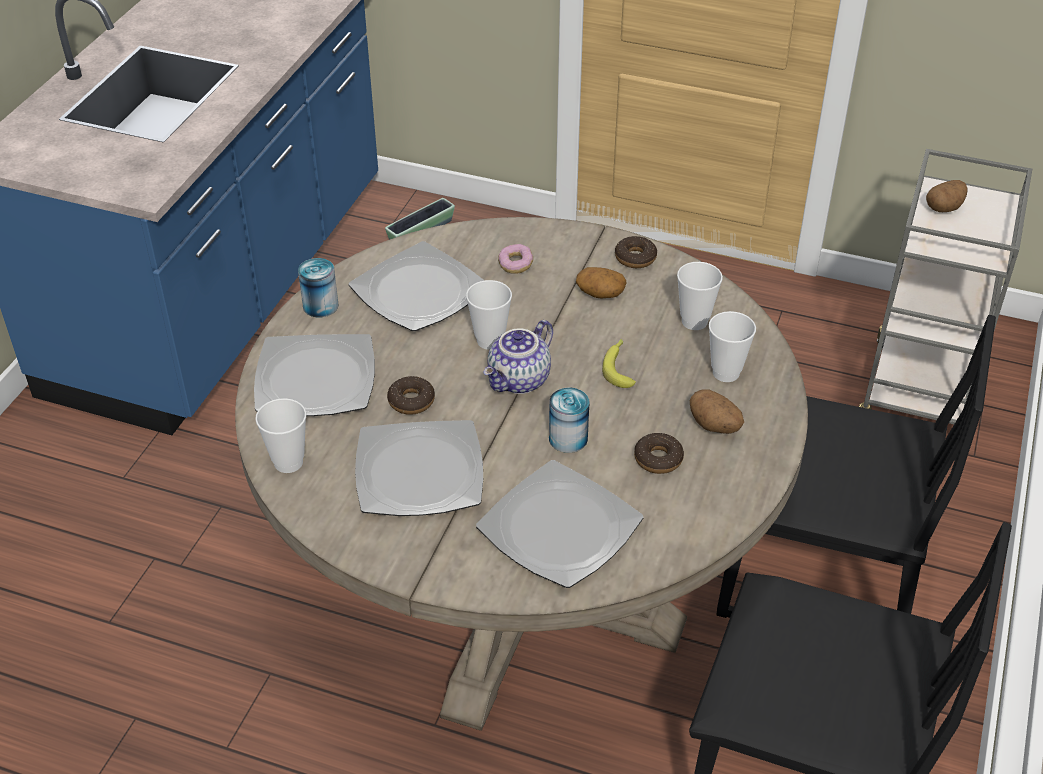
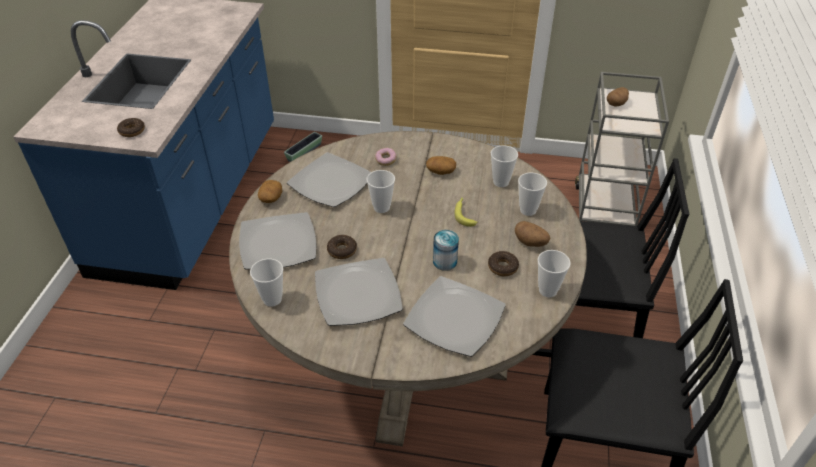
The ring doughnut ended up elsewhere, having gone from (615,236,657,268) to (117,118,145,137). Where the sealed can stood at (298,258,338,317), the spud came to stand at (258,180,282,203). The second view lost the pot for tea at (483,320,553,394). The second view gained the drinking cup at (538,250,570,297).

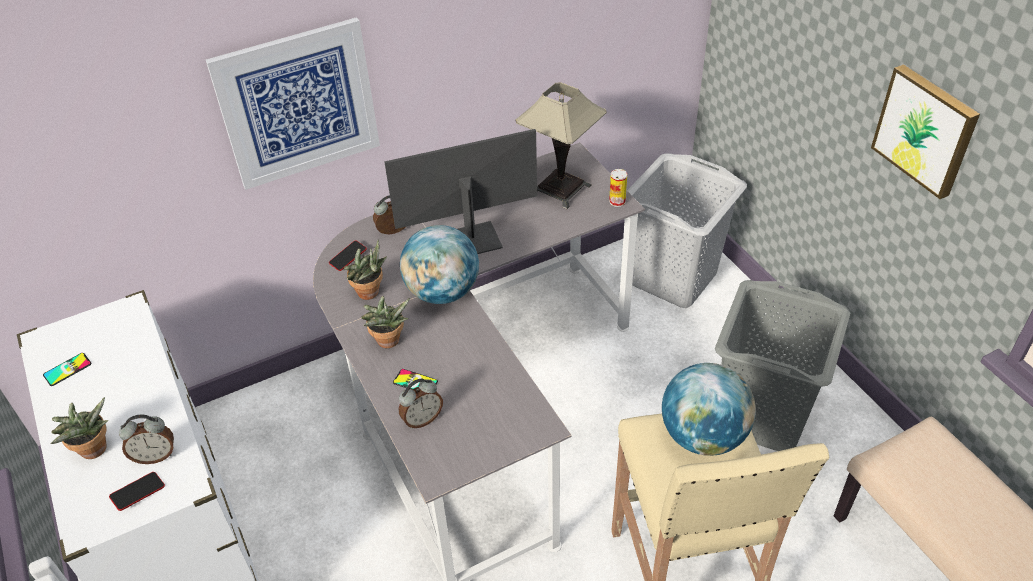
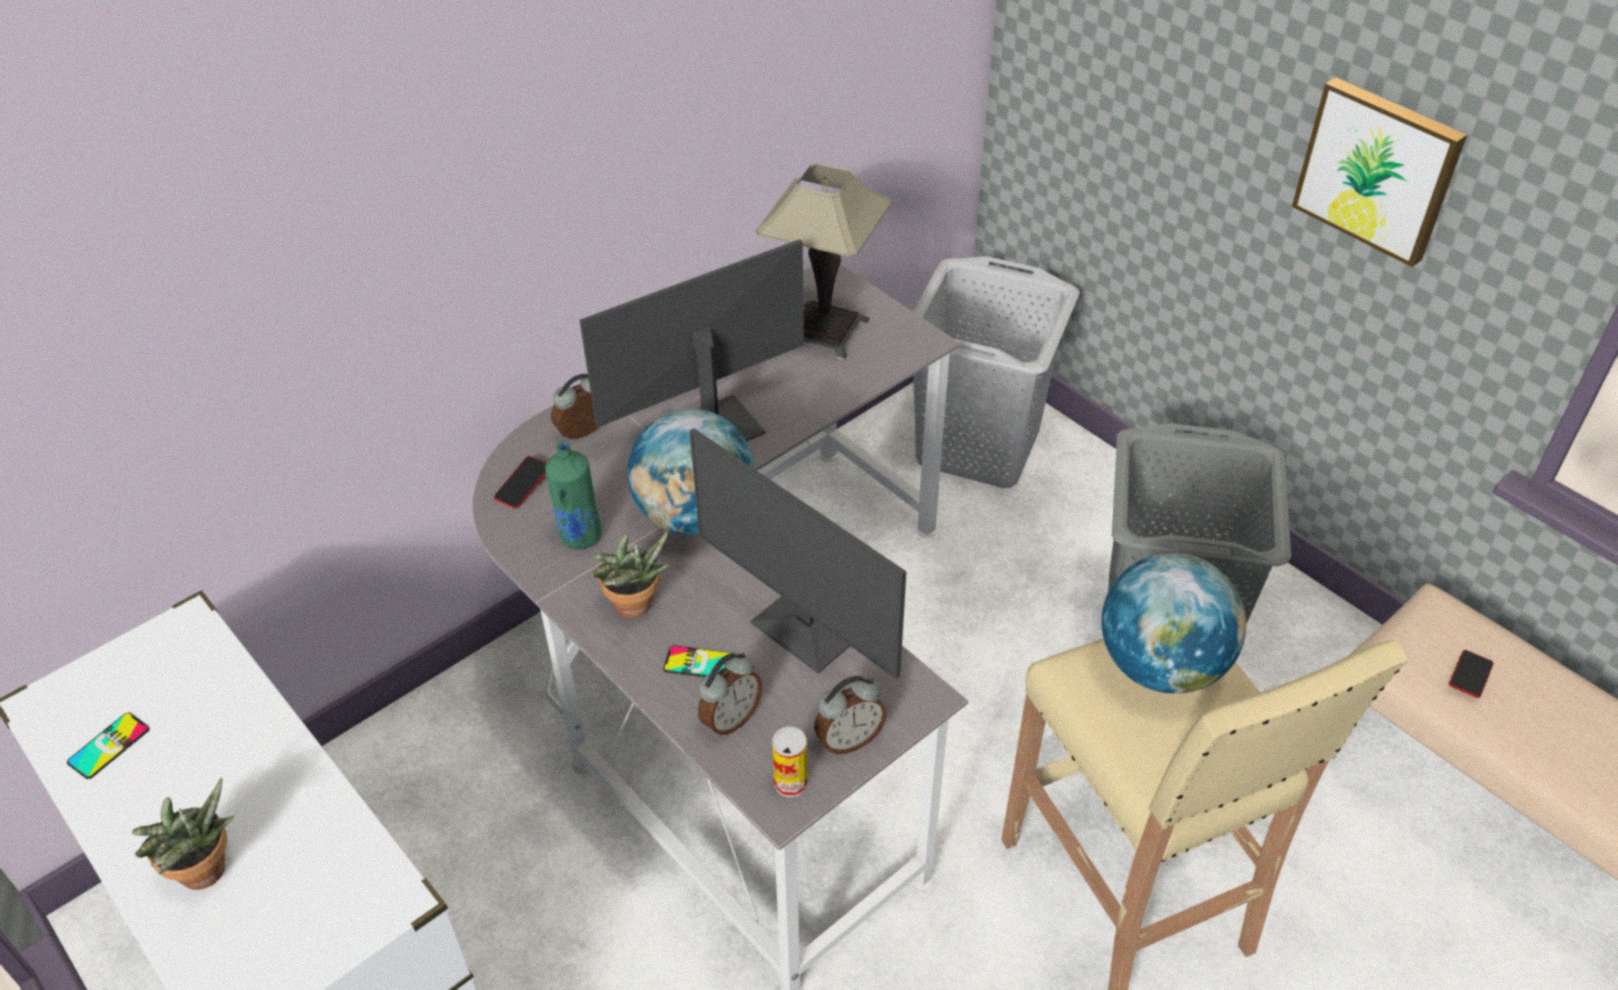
The second view lost the wall art at (206,17,380,190). The sealed can ended up elsewhere, having gone from (609,169,627,207) to (772,727,807,797). Where the houseplant stood at (344,239,387,300), the beverage bottle in green came to stand at (545,442,602,550). The alarm clock ended up elsewhere, having gone from (119,415,174,464) to (814,676,887,754). The phone ended up elsewhere, having gone from (109,472,165,511) to (1449,650,1494,698). The second view gained the computer screen at (690,428,906,679).

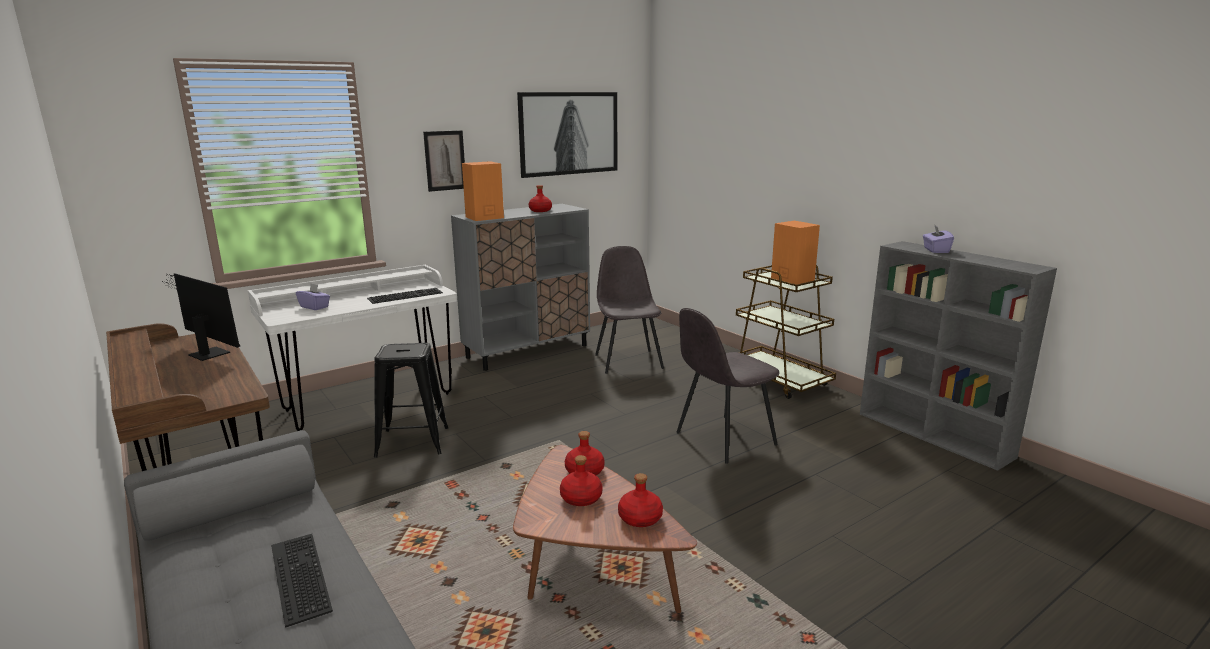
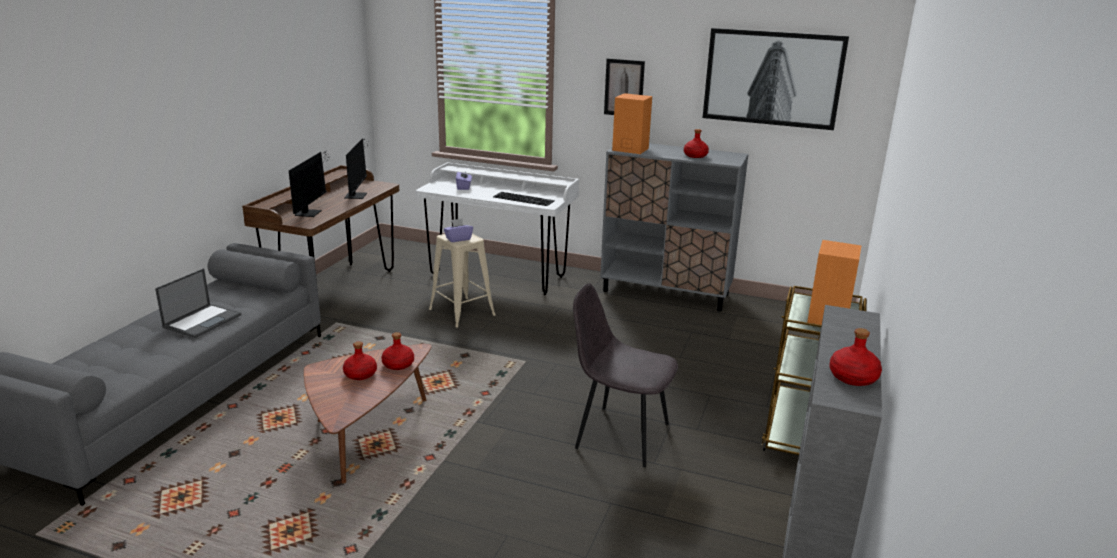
The tissue holder in purple ended up elsewhere, having gone from (923,225,954,253) to (444,218,473,242). The second view lost the plain chair in gray at (595,246,664,374). What was the stool seat in black-coloured at (374,343,448,458) turned into the stool seat in sand-coloured at (429,234,496,327). The beverage bottle in red ended up elsewhere, having gone from (618,473,663,527) to (829,328,882,386). Where the computer keyboard stood at (271,534,333,628), the notebook computer came to stand at (155,268,242,338). The second view gained the computer screen at (289,151,329,217).

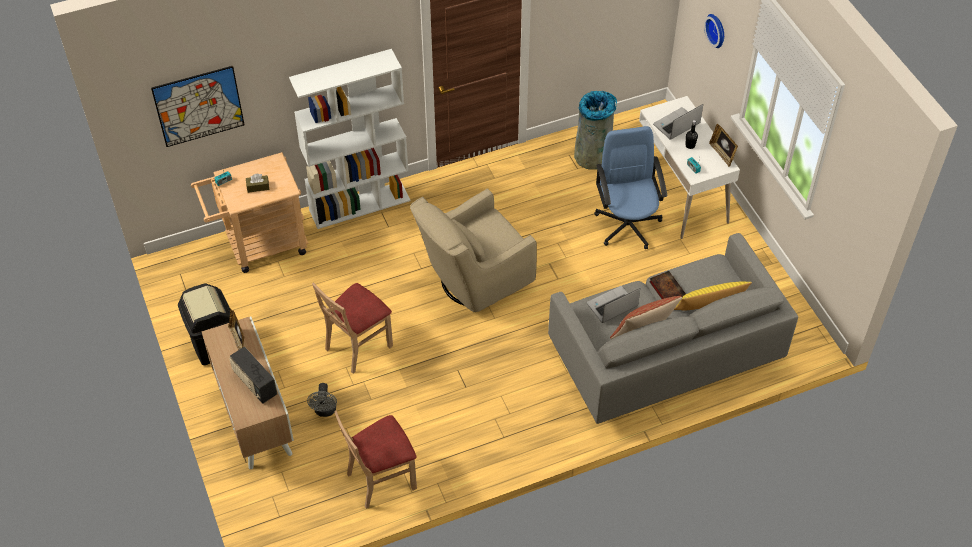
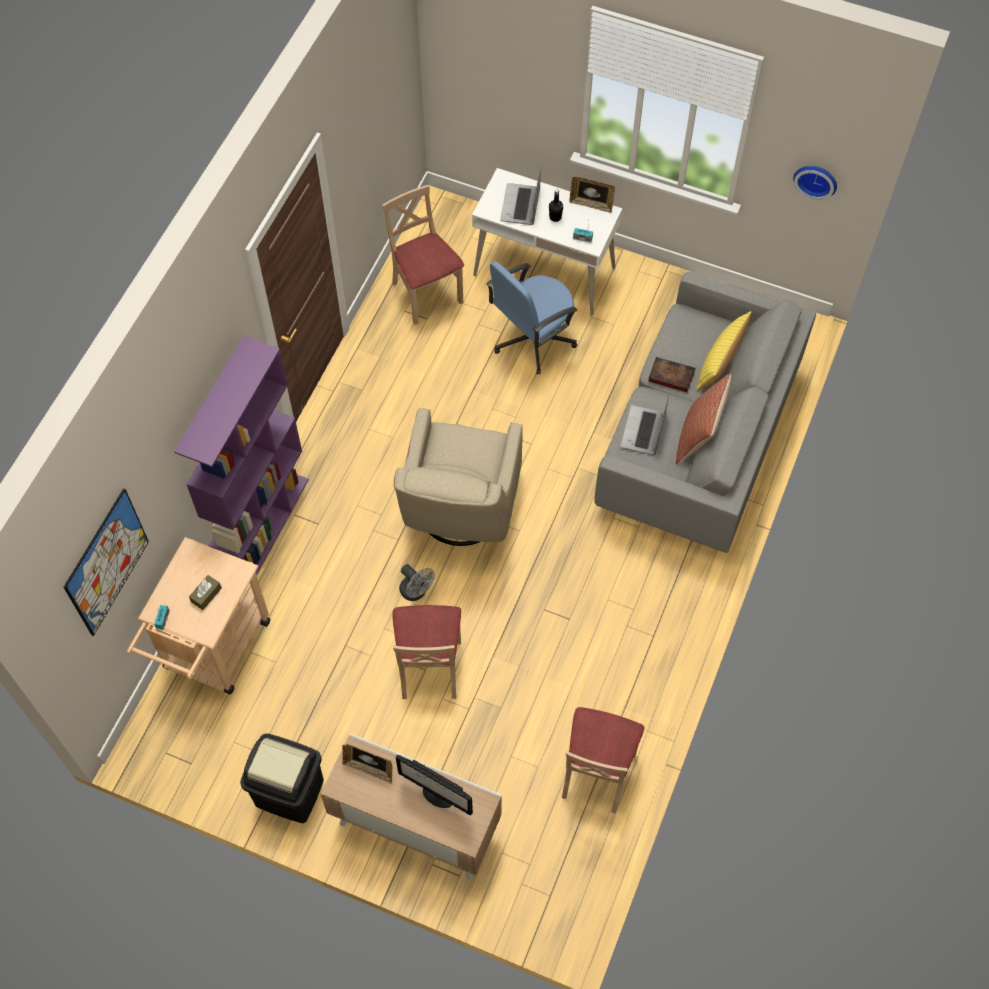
The wall clock ended up elsewhere, having gone from (704,14,724,48) to (793,166,837,200). What was the bookshelf in white-coloured at (289,49,410,229) turned into the bookshelf in purple at (174,336,309,575). Where the trash can in gray stood at (574,91,617,170), the plain chair in sand-coloured came to stand at (382,185,464,325). The computer chair in blue-coloured at (594,126,667,249) ended up facing another way, 75 degrees counterclockwise from before. Where the radio stood at (229,346,277,404), the computer screen came to stand at (396,755,473,816). The cooling fan in gray ended up elsewhere, having gone from (307,383,337,417) to (399,564,435,601).

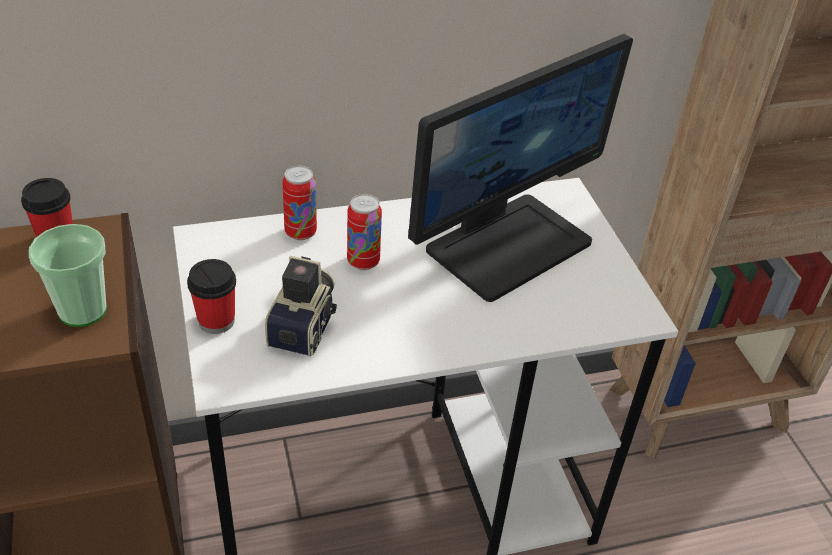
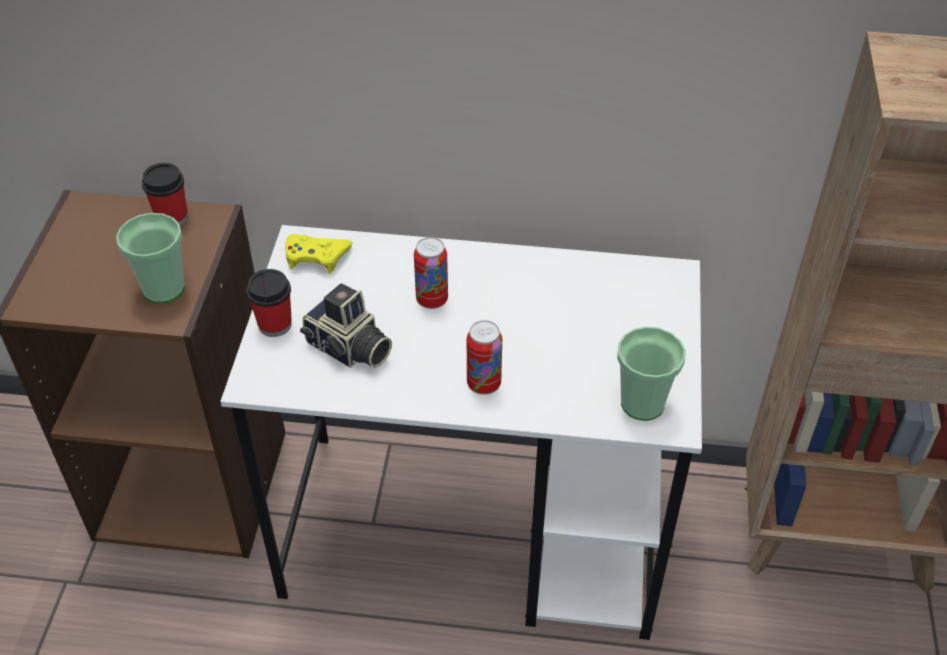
The second view lost the computer screen at (408,34,633,302). The sealed can ended up elsewhere, having gone from (282,165,317,240) to (467,320,502,395). The photo camera at (265,256,337,357) ended up facing another way, 90 degrees clockwise from before. The second view gained the game controller in yellowish at (285,234,352,274). The second view gained the drinking cup at (617,326,686,421).

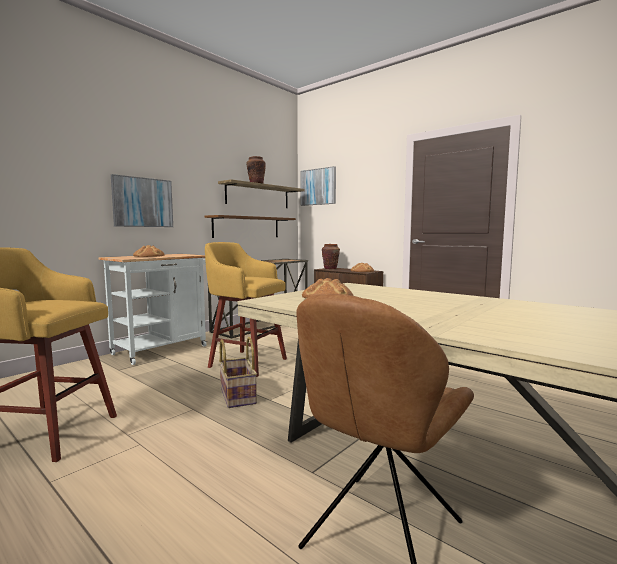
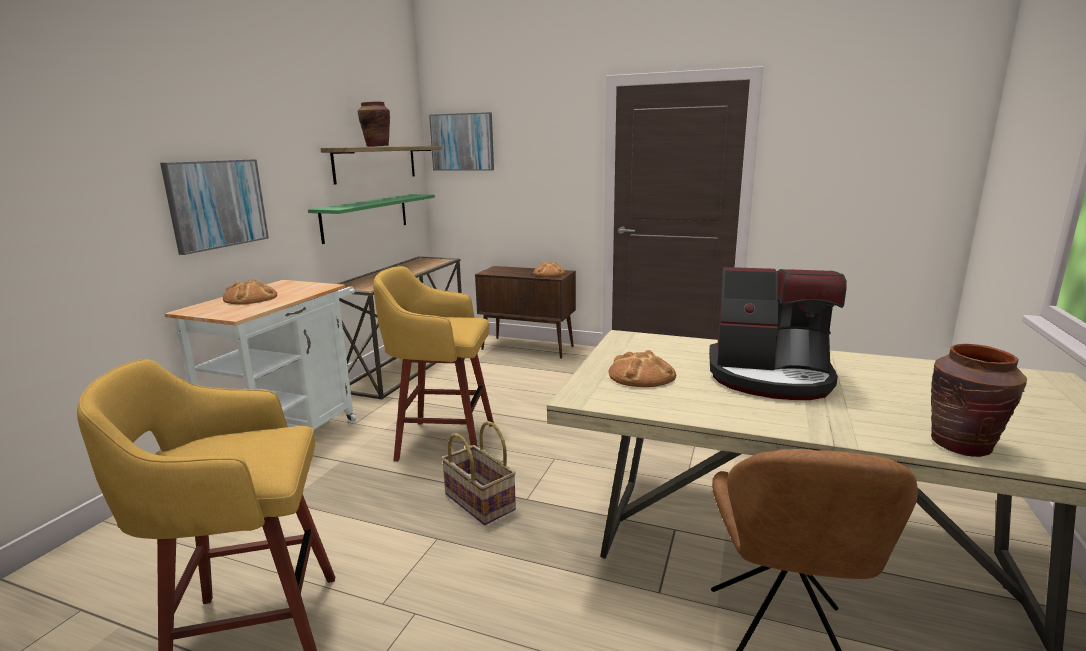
What was the bracket shelf in brown at (204,215,296,238) turned into the bracket shelf in green at (308,194,435,244). The vase in brown ended up elsewhere, having gone from (322,244,340,269) to (931,344,1027,457). The second view gained the coffee brewer at (709,267,847,400).

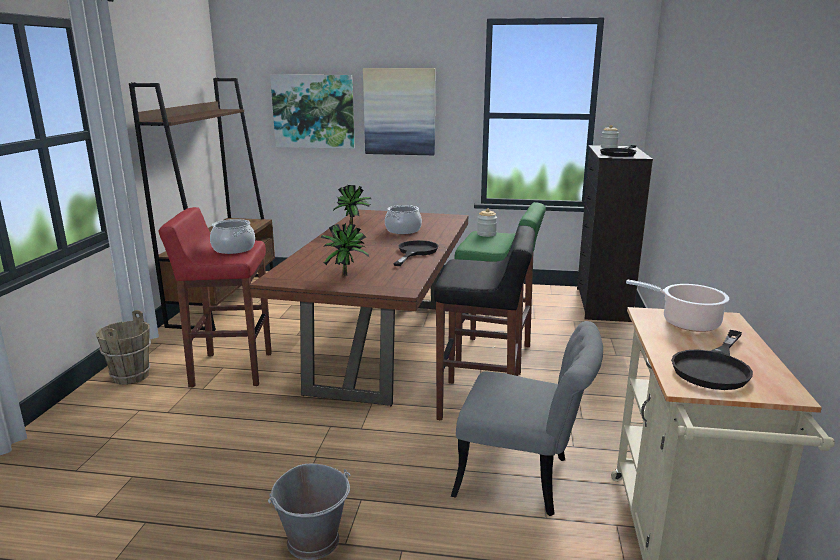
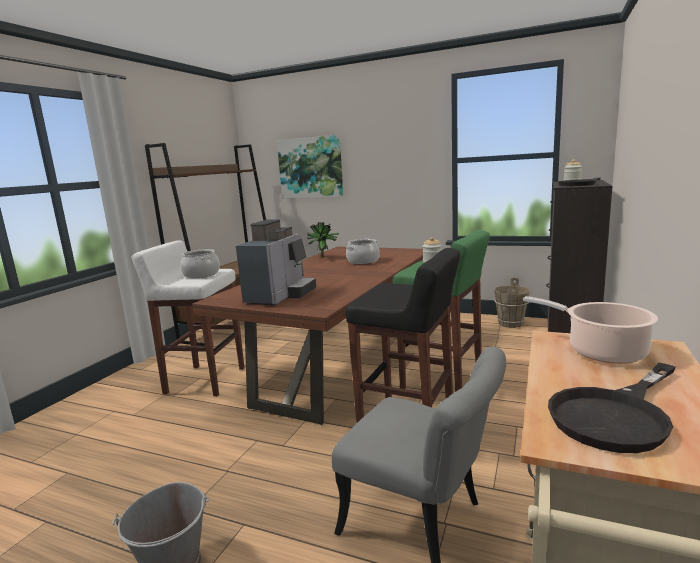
The second view lost the wall art at (363,68,435,155). What was the stool seat in red at (159,207,272,388) turned into the stool seat in white-coloured at (131,240,245,397). Where the houseplant stood at (320,223,369,276), the coffee brewer came to stand at (236,219,316,305). The second view lost the frying pan in black-coloured at (393,240,439,266). The water bucket in brown ended up elsewhere, having gone from (95,310,151,385) to (494,278,530,328).

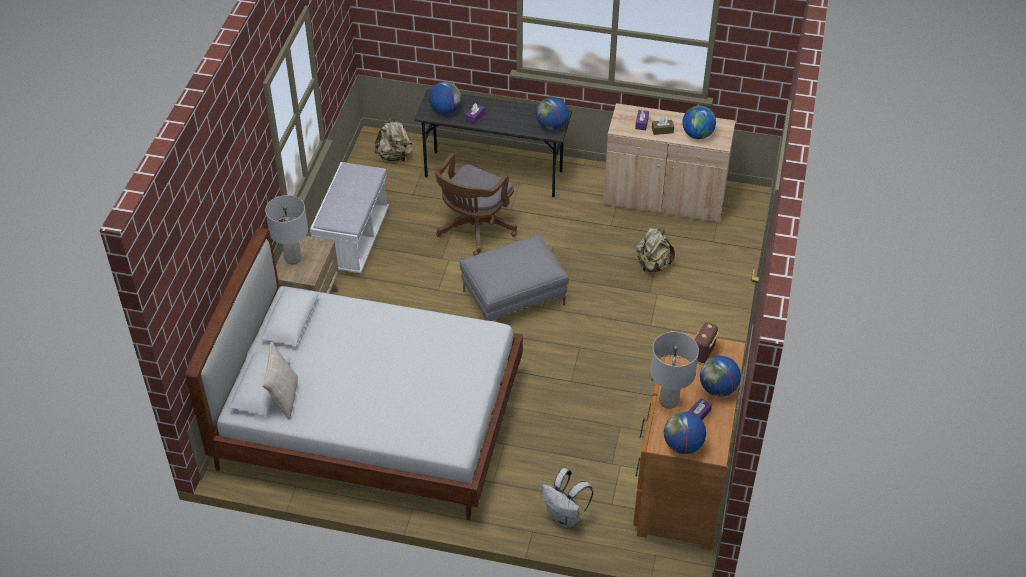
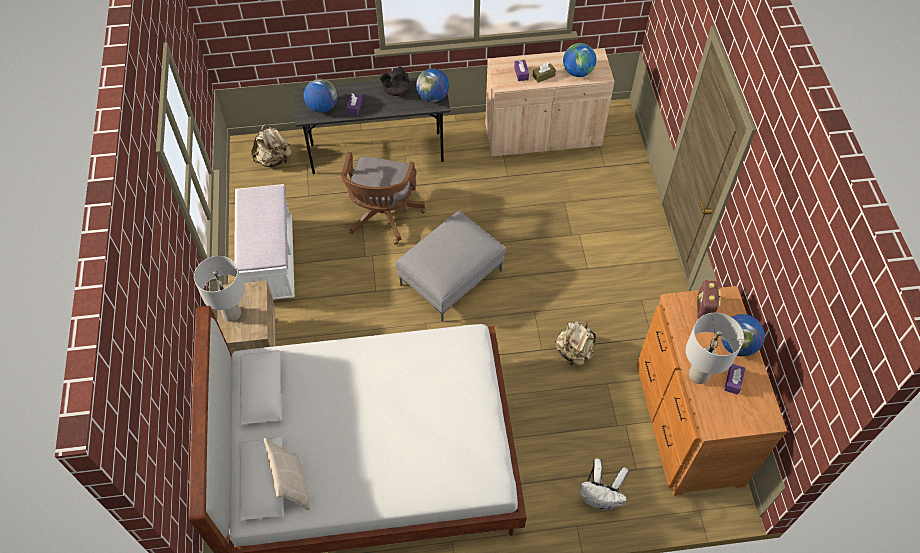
The knapsack in sand-coloured ended up elsewhere, having gone from (636,228,675,272) to (555,321,596,366). The second view lost the globe at (664,412,706,454). The second view gained the pot for tea in black-coloured at (380,66,410,96).

